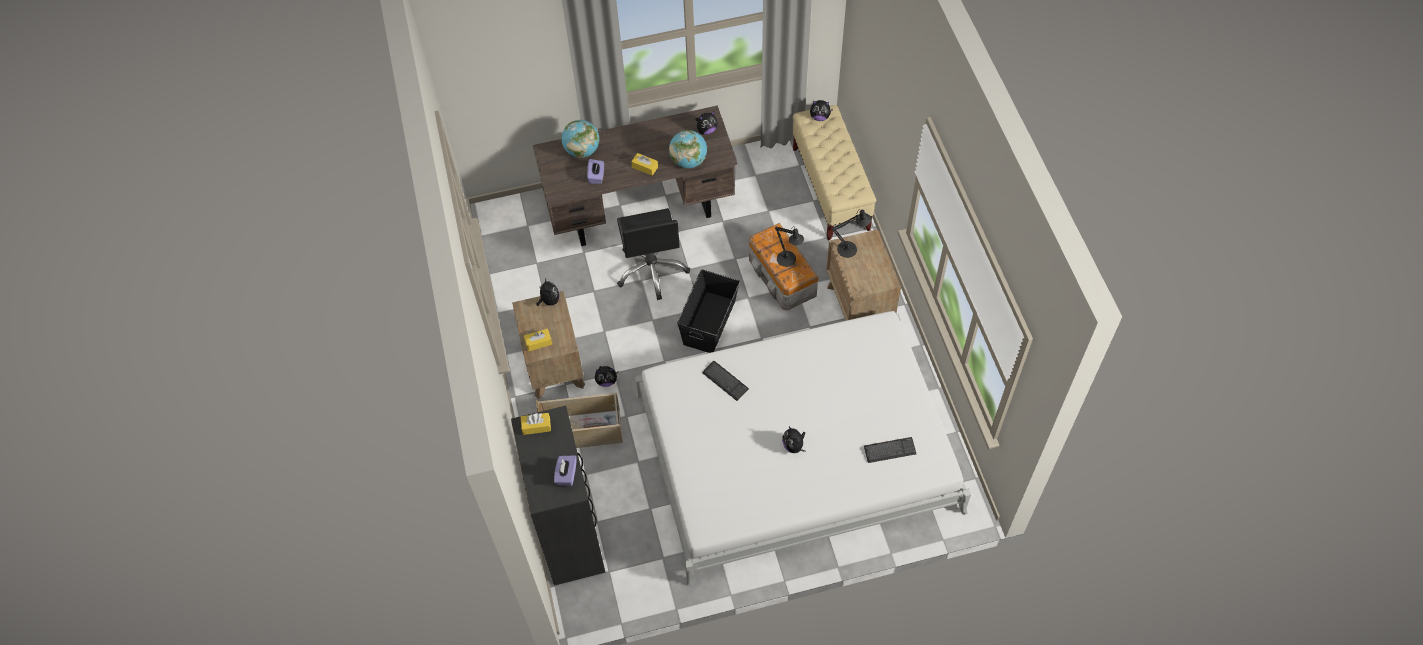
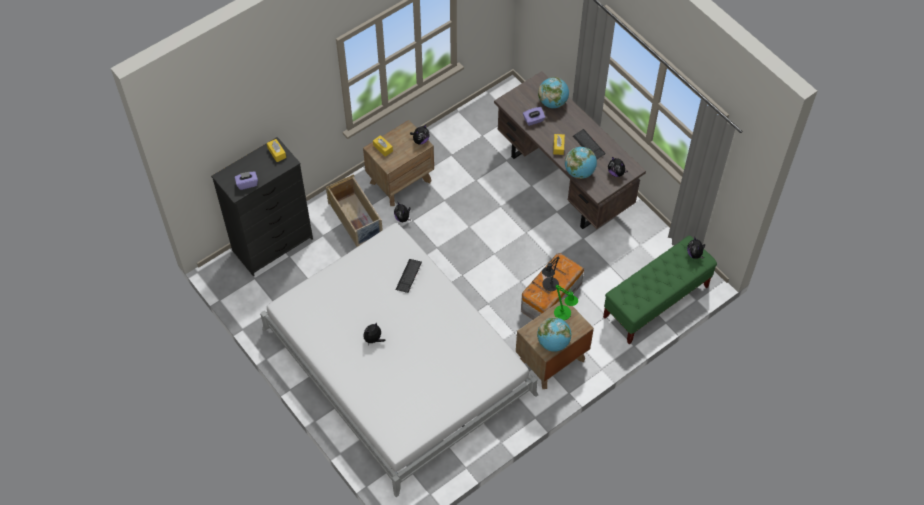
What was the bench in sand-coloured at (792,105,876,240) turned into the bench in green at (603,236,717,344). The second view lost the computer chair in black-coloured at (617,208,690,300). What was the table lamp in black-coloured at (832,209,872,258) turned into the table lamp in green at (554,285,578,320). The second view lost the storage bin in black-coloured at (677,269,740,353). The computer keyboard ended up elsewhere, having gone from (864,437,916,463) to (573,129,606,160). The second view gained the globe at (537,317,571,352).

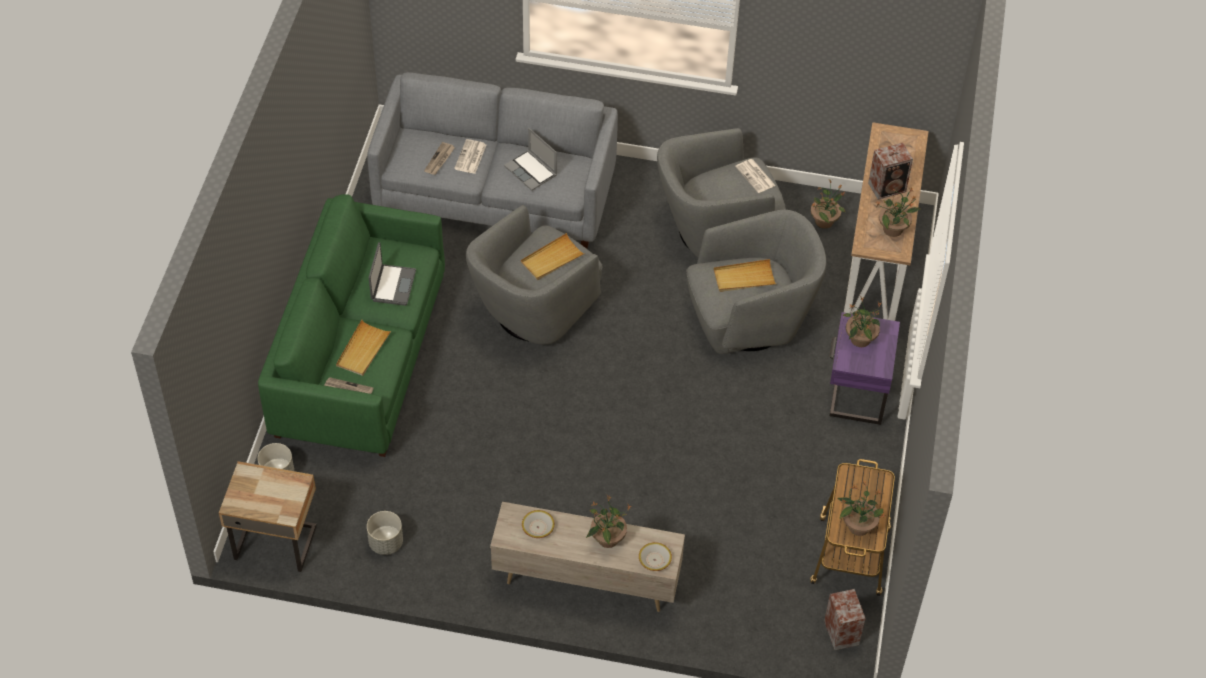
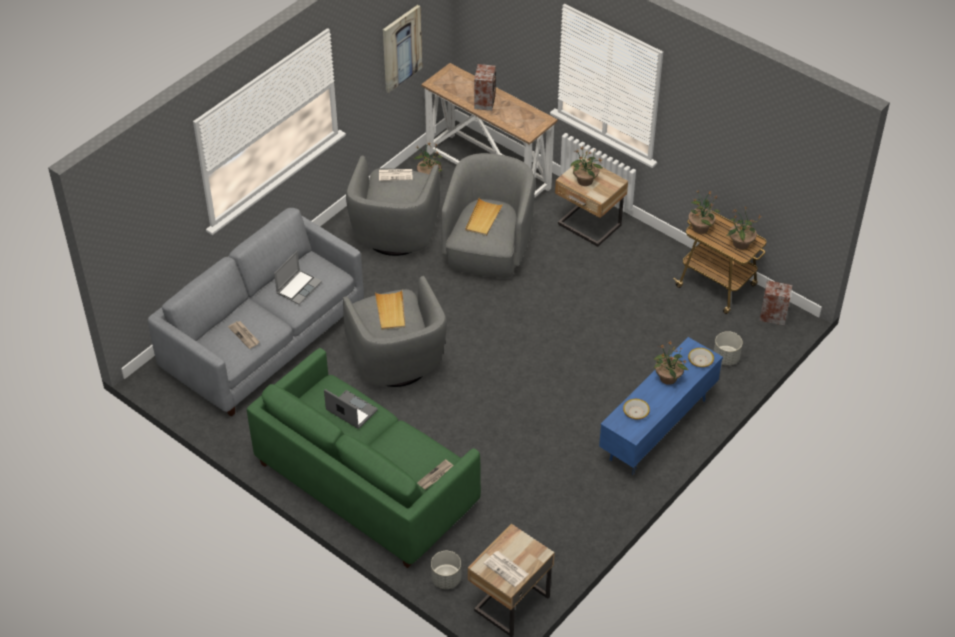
The notebook computer at (504,128,557,191) ended up facing another way, 45 degrees counterclockwise from before. The newspaper ended up elsewhere, having gone from (454,139,486,174) to (484,551,529,587). The houseplant ended up elsewhere, having gone from (877,187,922,237) to (688,191,720,234). What was the bedside table in purple at (829,312,900,425) turned into the bedside table in sand-coloured at (555,157,628,247). The second view lost the tray in sand-coloured at (336,320,392,376). What was the tv stand in sand-coloured at (490,502,685,612) turned into the tv stand in blue-coloured at (599,337,723,475). The flower pot in gray ended up elsewhere, having gone from (367,511,403,555) to (714,331,743,366). The second view gained the wall art at (383,5,422,93).

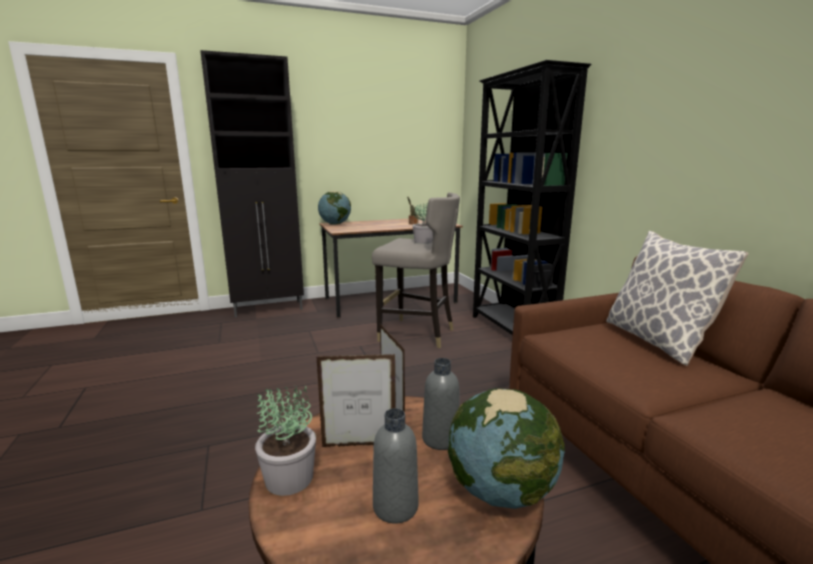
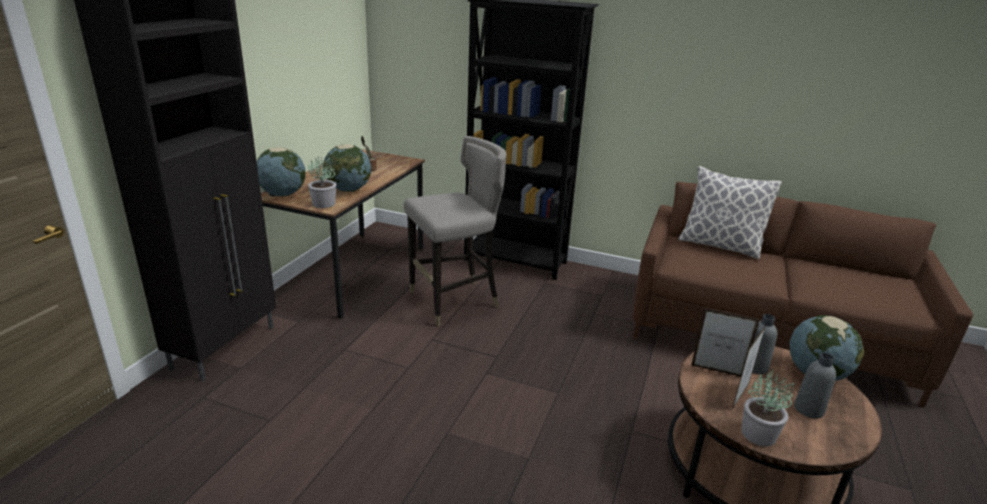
The houseplant ended up elsewhere, having gone from (413,204,433,244) to (308,157,336,208). The second view gained the globe at (323,144,371,192).

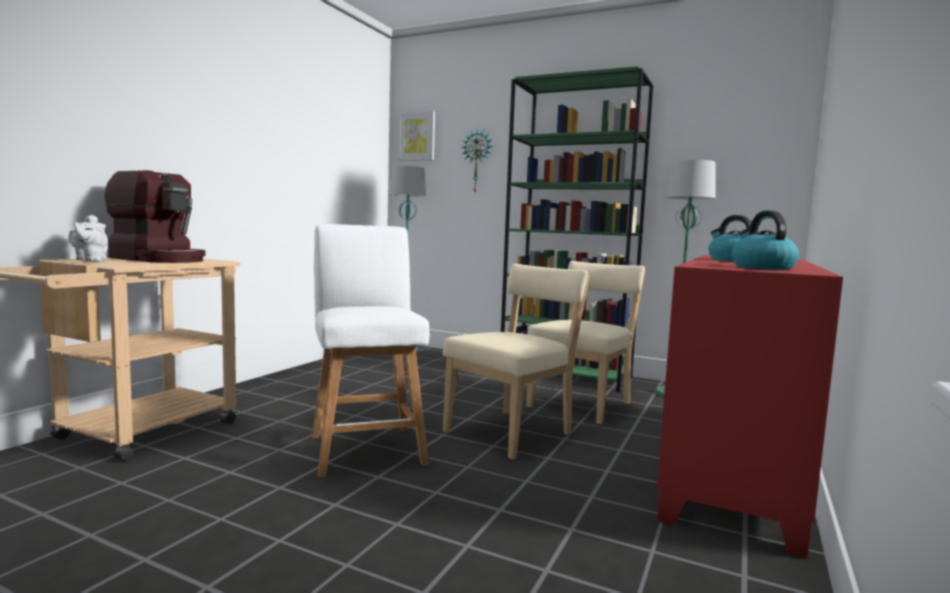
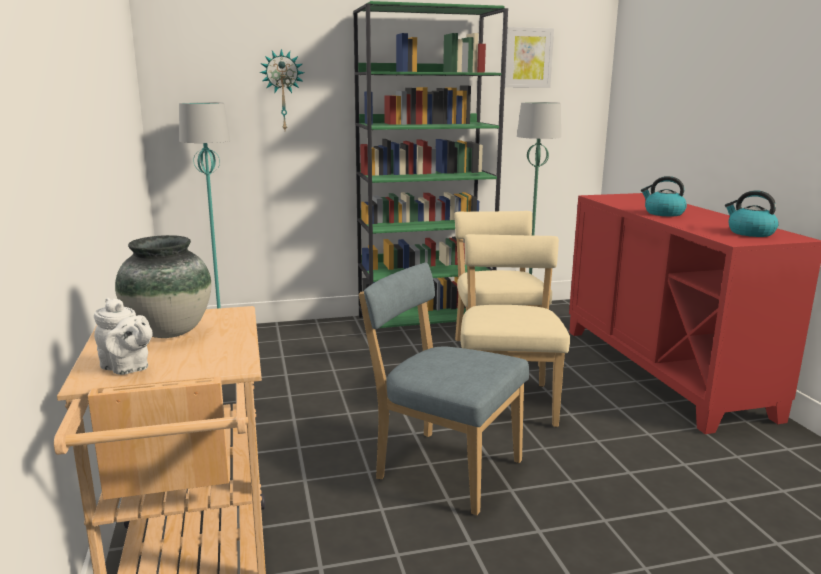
The wall art ended up elsewhere, having gone from (398,111,435,161) to (505,27,554,88). Where the coffee brewer stood at (105,170,205,263), the vase came to stand at (115,235,211,338). Where the stool seat in white-coloured stood at (312,224,429,477), the plain chair in blue-coloured came to stand at (359,263,529,515).

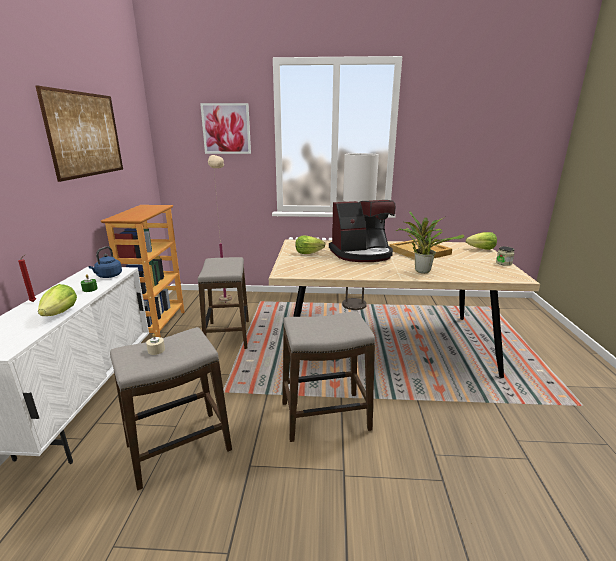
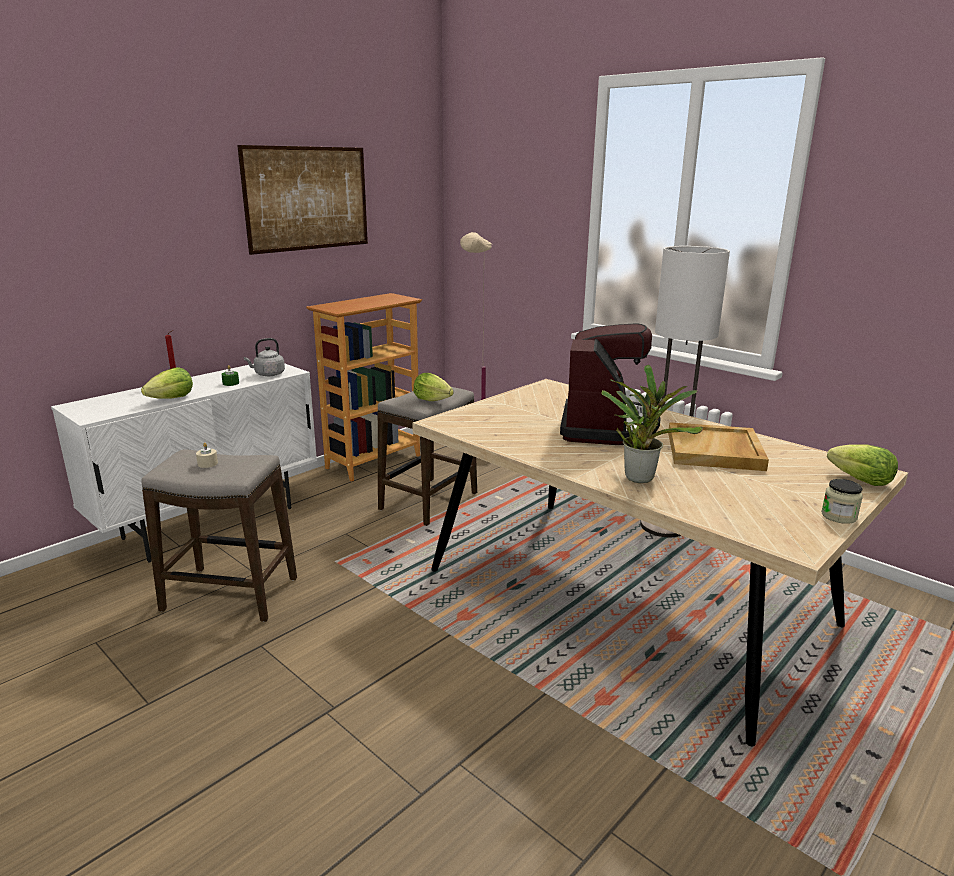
The second view lost the wall art at (200,103,251,154). The coffee brewer at (329,200,395,262) ended up facing another way, 105 degrees counterclockwise from before. The head of lettuce ended up elsewhere, having gone from (295,235,325,254) to (414,373,454,401). What was the kettle in blue-coloured at (89,246,122,278) turned into the kettle in gray at (244,338,285,376). The second view lost the stool seat at (282,311,375,442).

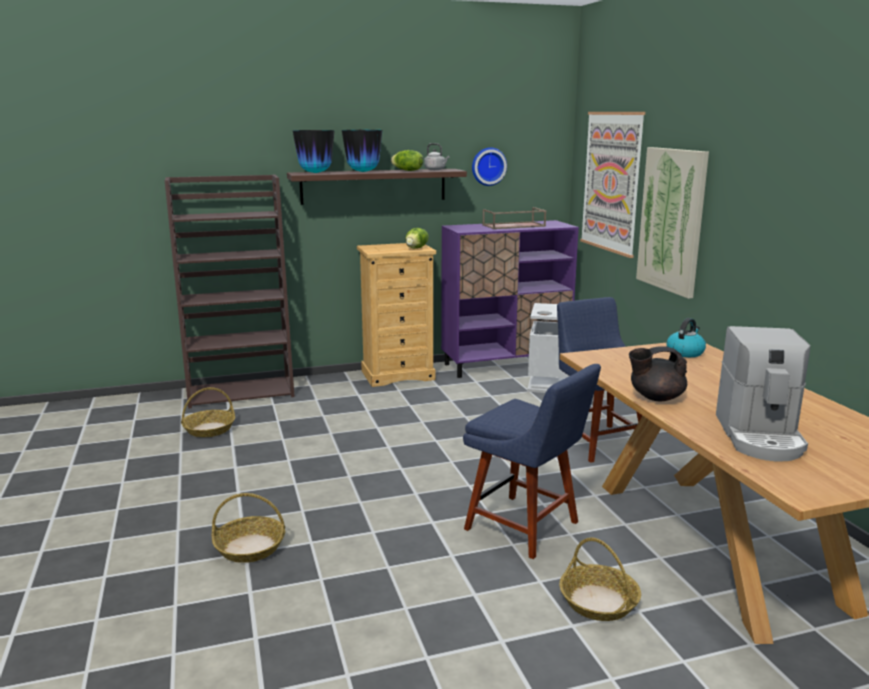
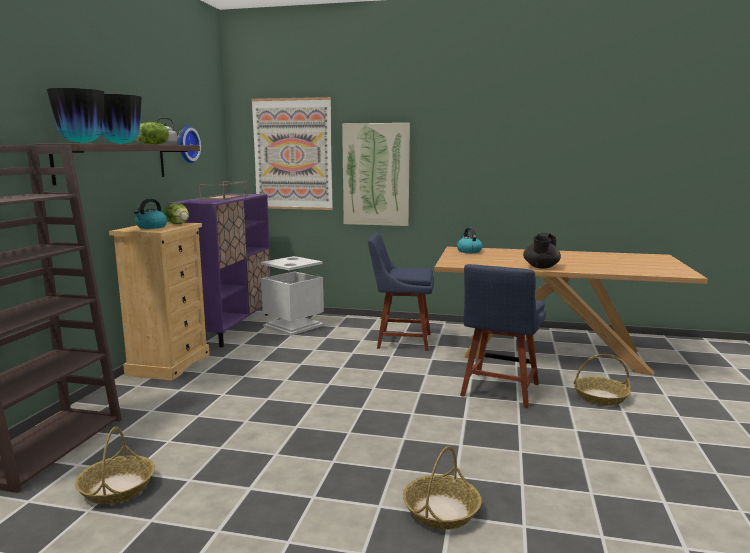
The second view lost the coffee brewer at (716,326,810,461). The plain chair in blue-coloured at (463,364,601,559) ended up facing another way, 135 degrees clockwise from before. The second view gained the kettle at (134,199,167,229).

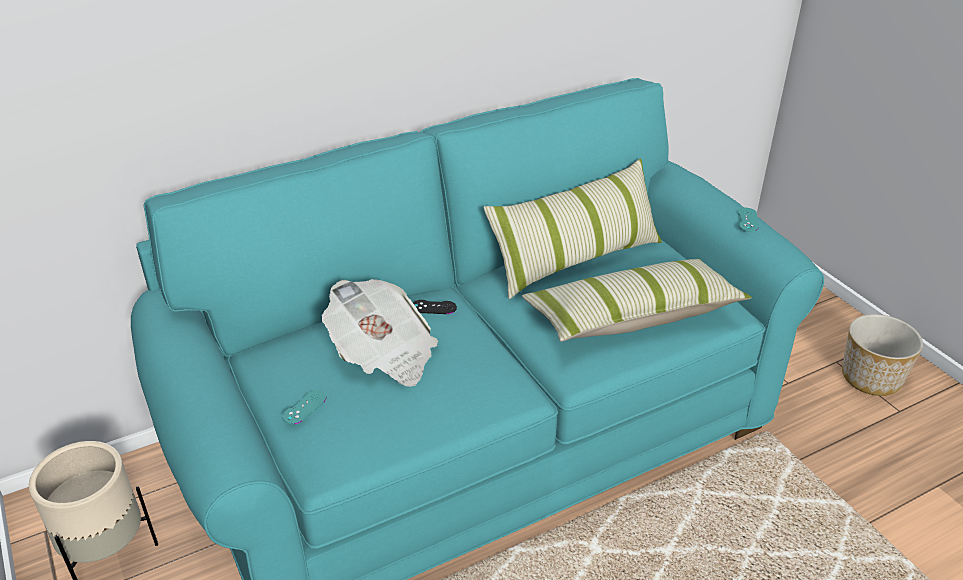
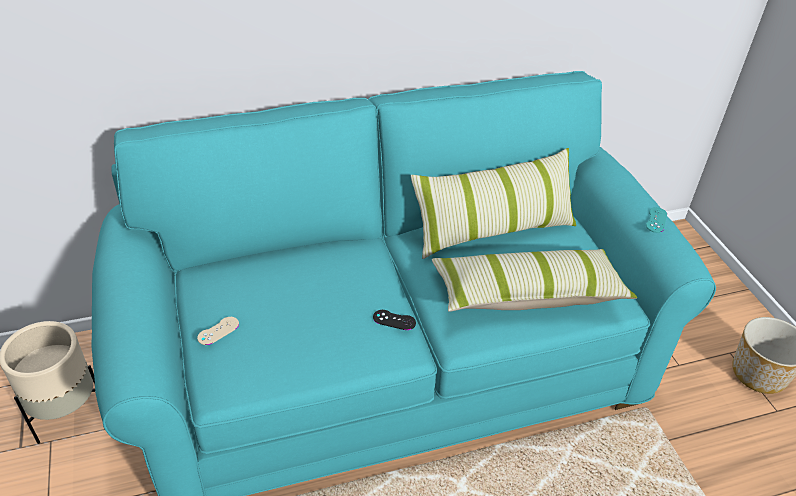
The second view lost the newspaper at (322,279,438,387). The game controller in black-coloured ended up elsewhere, having gone from (413,300,457,314) to (373,310,416,330). What was the game controller in turquoise at (282,390,326,424) turned into the game controller in sand-coloured at (197,317,239,345).

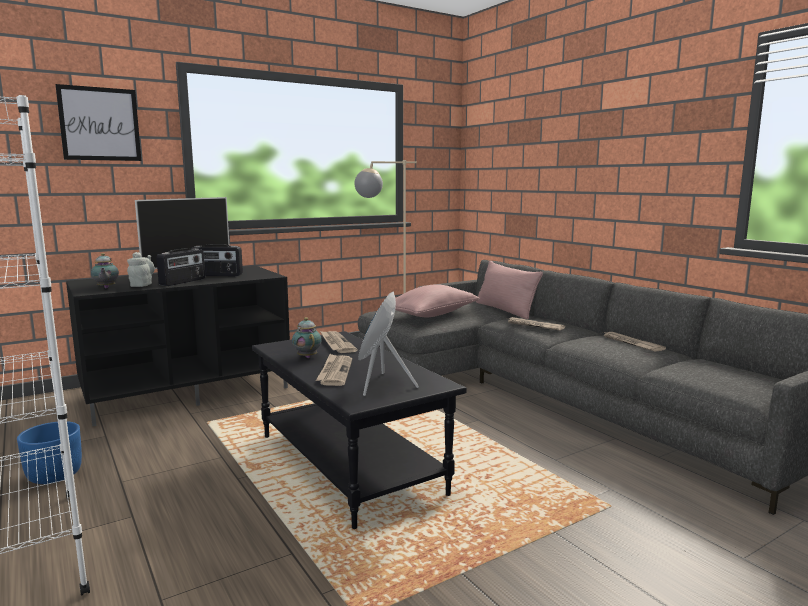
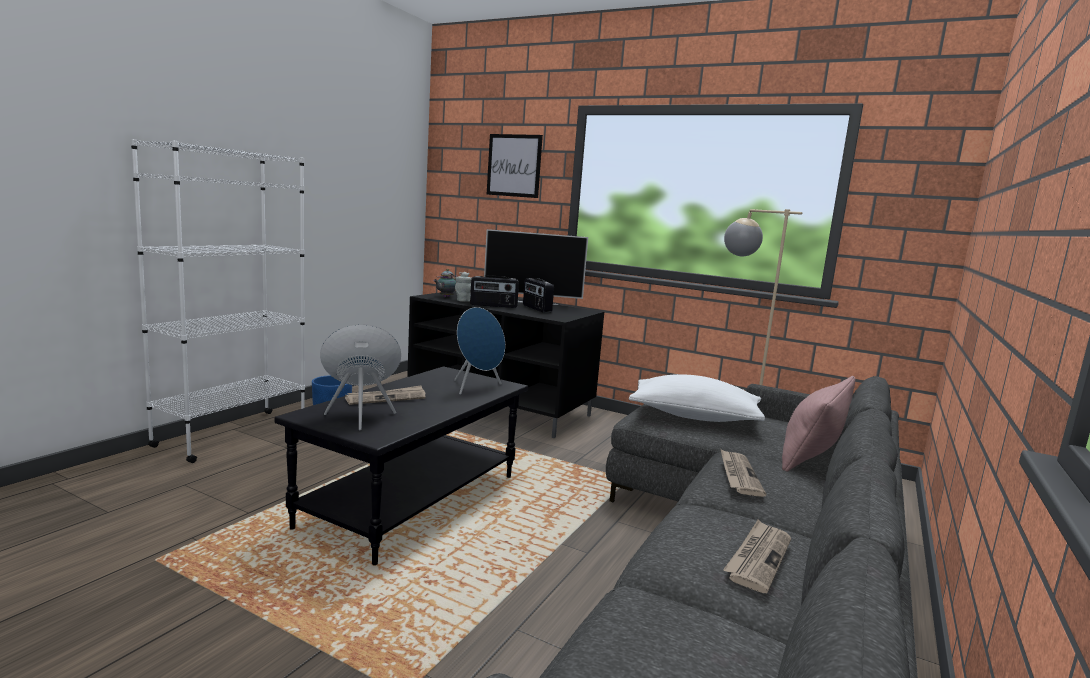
What was the cushion in pink-coloured at (395,284,479,317) turned into the cushion in white-coloured at (629,374,765,422). The second view lost the pot for tea at (292,317,322,358). Where the newspaper stood at (320,331,358,353), the loudspeaker in blue-coloured came to stand at (454,307,505,395).

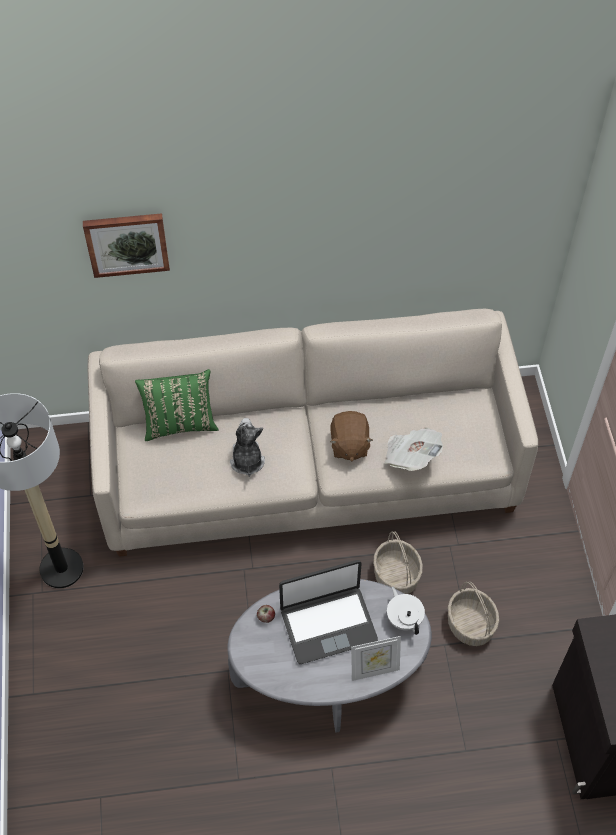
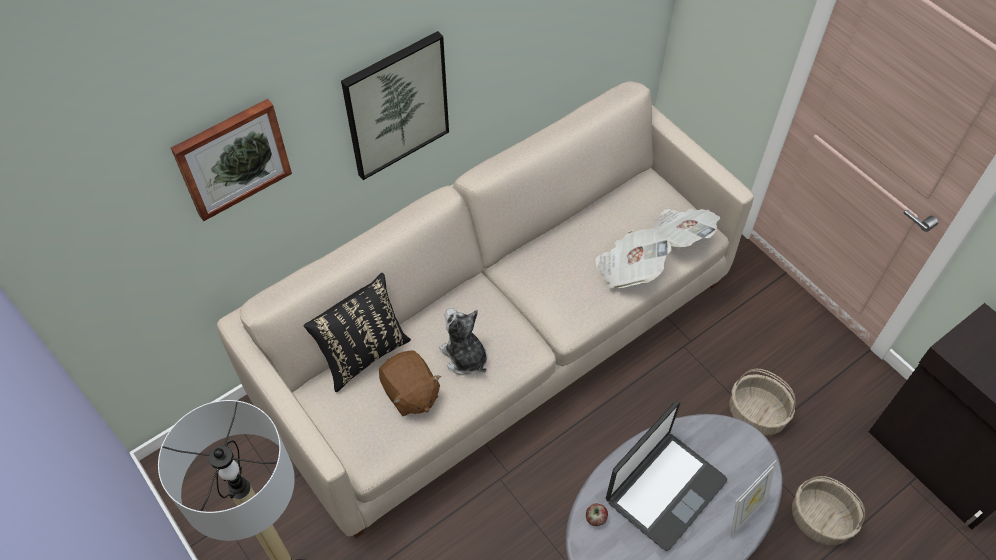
What was the cushion in green at (135,369,219,441) turned into the cushion in black-coloured at (304,273,411,392). The soft toy in brown ended up elsewhere, having gone from (330,411,373,461) to (379,350,441,416). The storage basket ended up elsewhere, having gone from (373,531,423,594) to (792,476,865,545). The second view lost the pot for tea in white-coloured at (387,587,425,635). The second view gained the wall art at (341,31,449,180). The second view gained the newspaper at (652,208,720,247).

